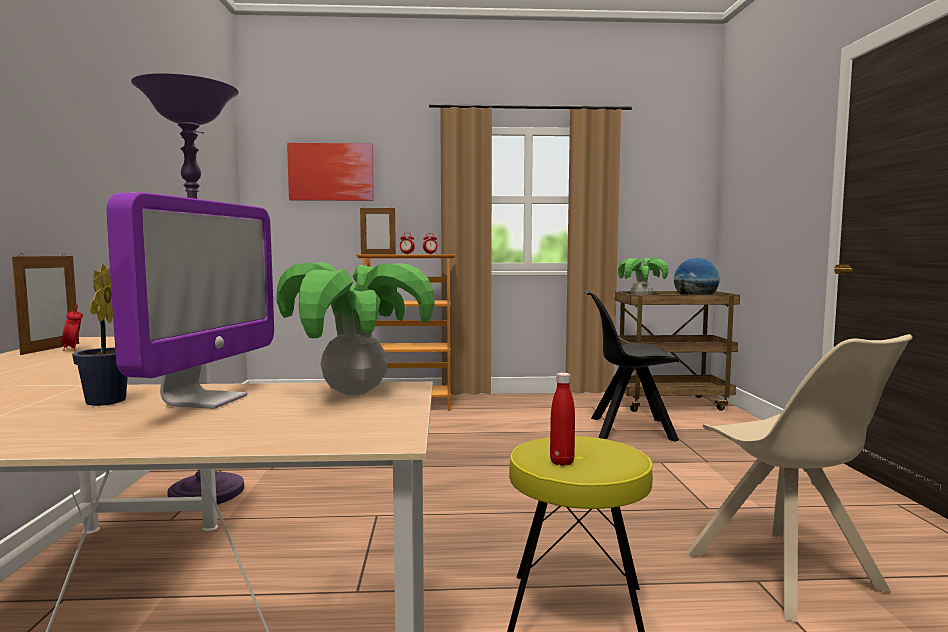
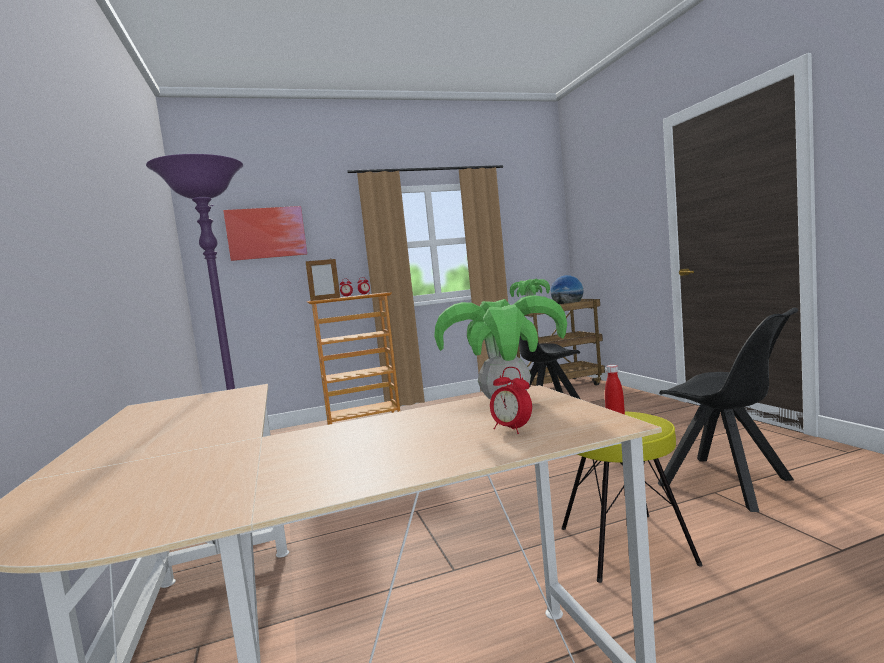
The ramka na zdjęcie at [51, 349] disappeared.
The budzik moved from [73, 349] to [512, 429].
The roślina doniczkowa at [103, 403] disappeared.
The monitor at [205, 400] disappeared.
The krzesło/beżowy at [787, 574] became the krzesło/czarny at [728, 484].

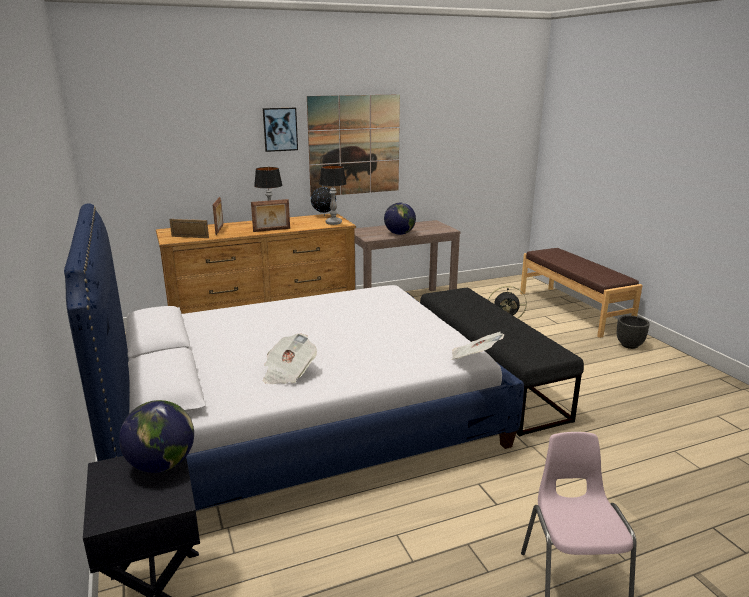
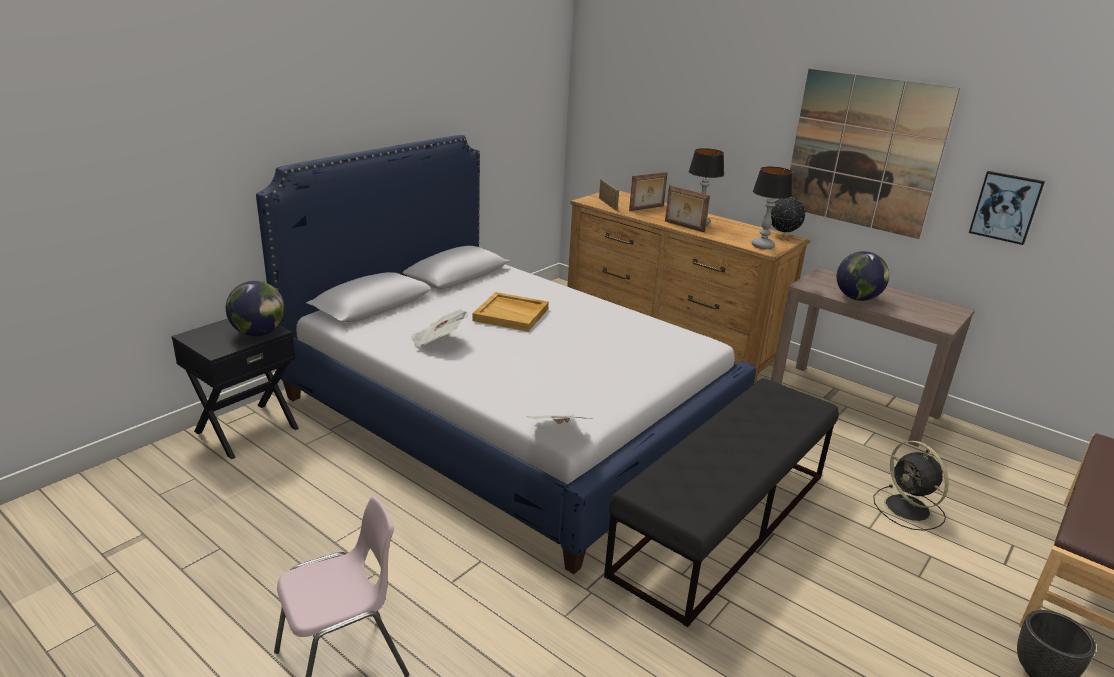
The obraz moved from [280, 129] to [1006, 207].
The taca/beżowy at [512, 314] appeared.

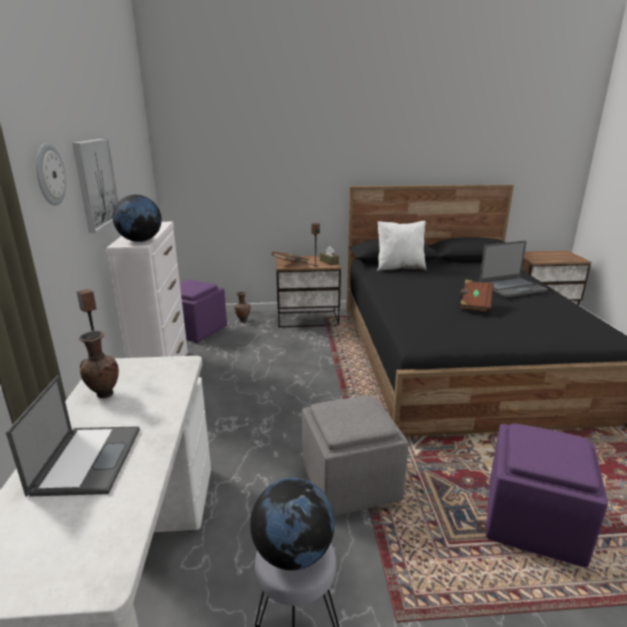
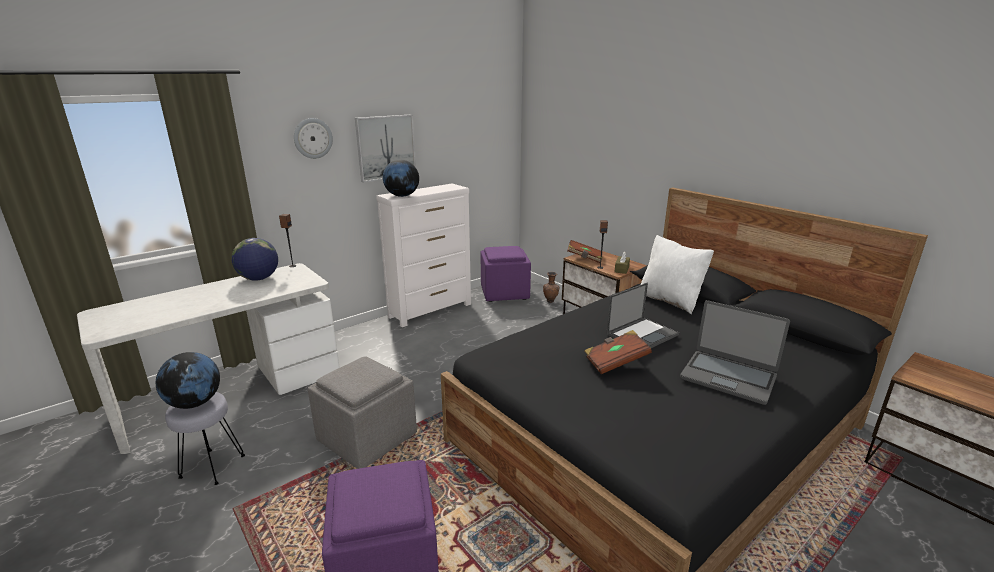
The laptop moved from [87, 459] to [642, 334].
The wazon/brązowy at [103, 394] was replaced by the globus at [259, 279].

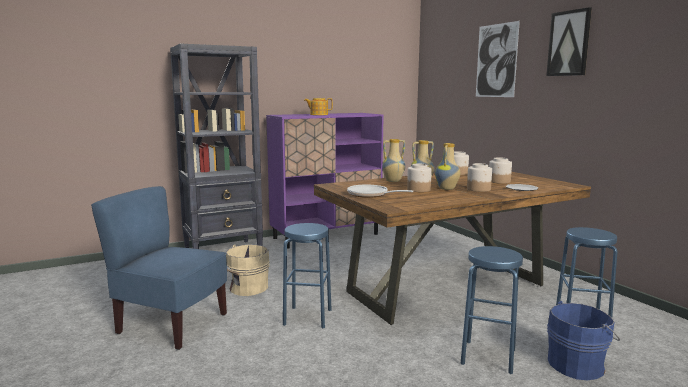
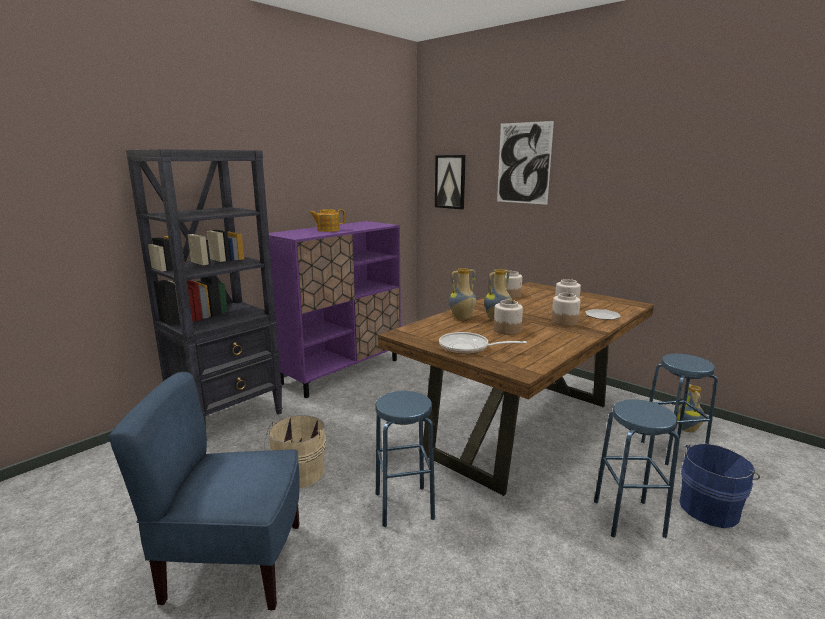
The wazon moved from [447, 189] to [688, 429].
The obraz moved from [569, 43] to [450, 182].

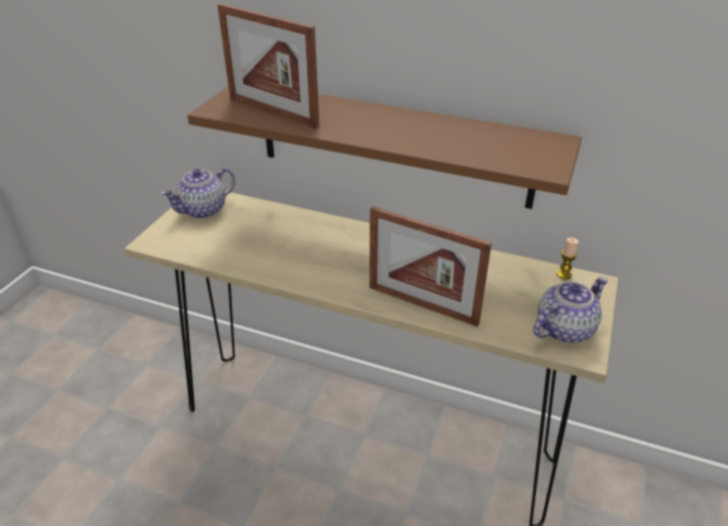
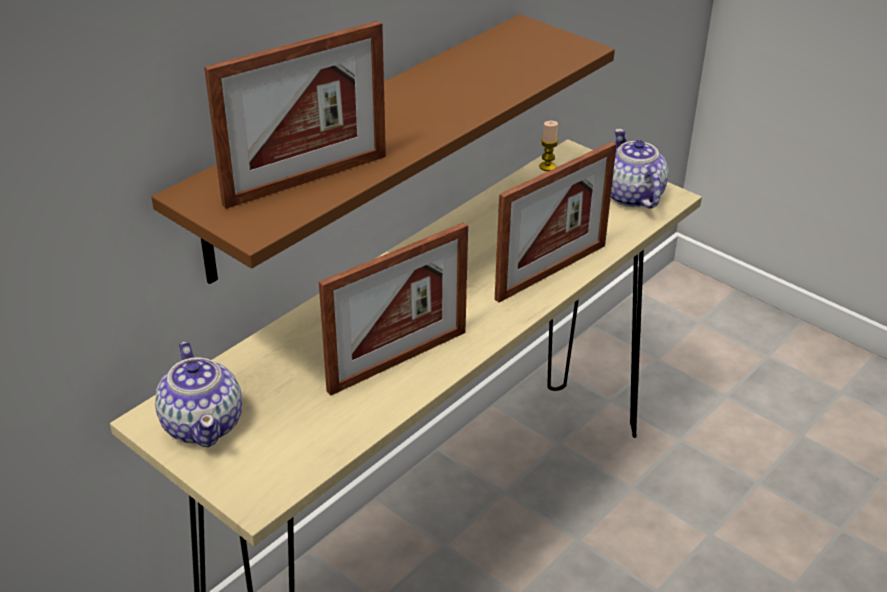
The ramka na zdjęcie at [398, 361] appeared.

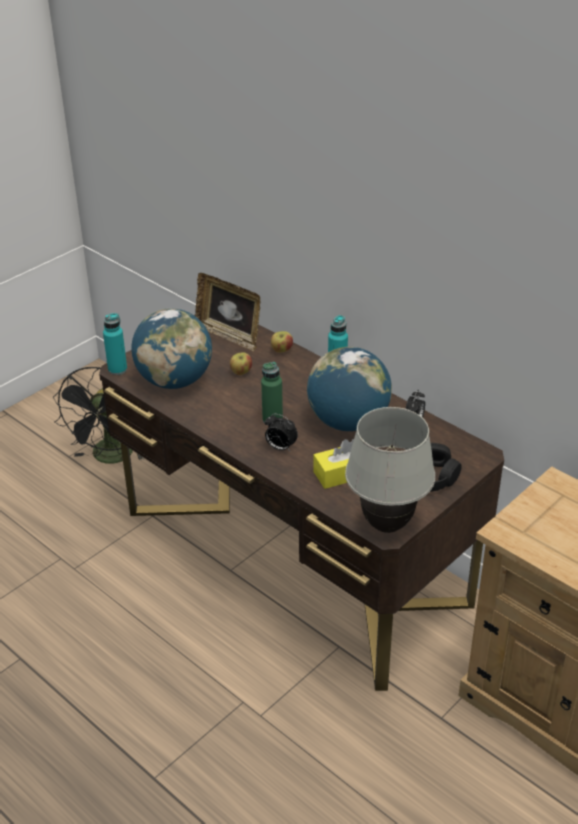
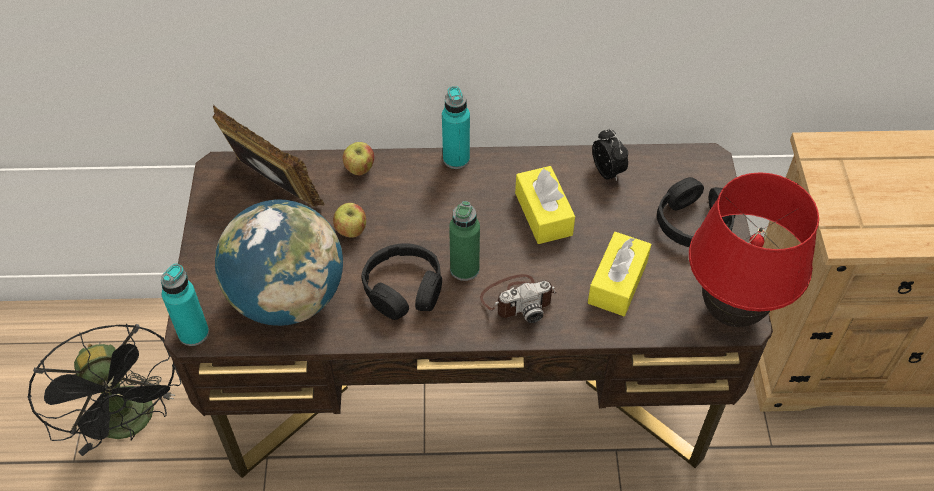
The ramka na zdjęcie at [229, 335] turned 135 degrees counterclockwise.
The budzik at [280, 448] was replaced by the aparat fotograficzny at [518, 299].
The globus at [348, 422] was replaced by the pudełko chusteczek/żółty at [543, 214].
The lampa stołowa/biały at [387, 524] became the lampa stołowa/czerwony at [730, 311].
The słuchawki/czarny at [403, 289] appeared.

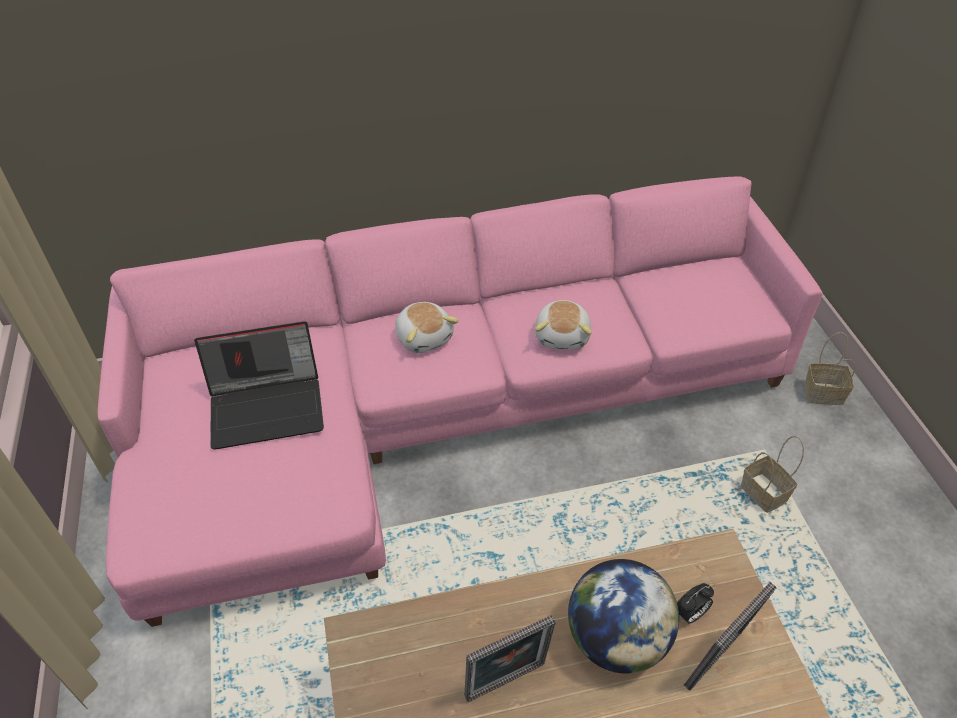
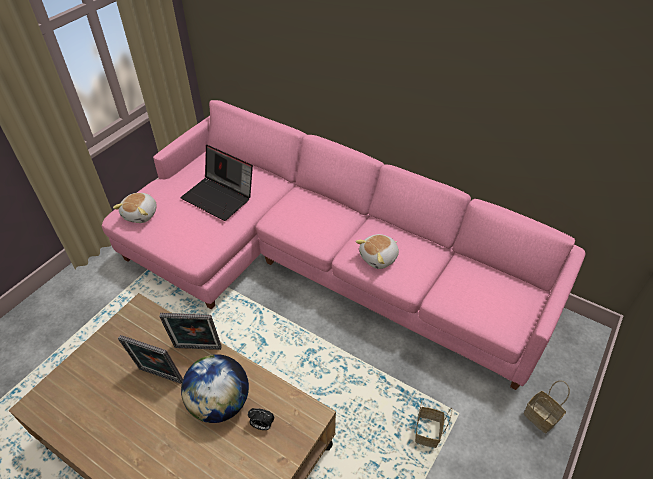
The pluszak moved from [425, 337] to [141, 214].
The ramka na zdjęcie moved from [717, 663] to [197, 349].

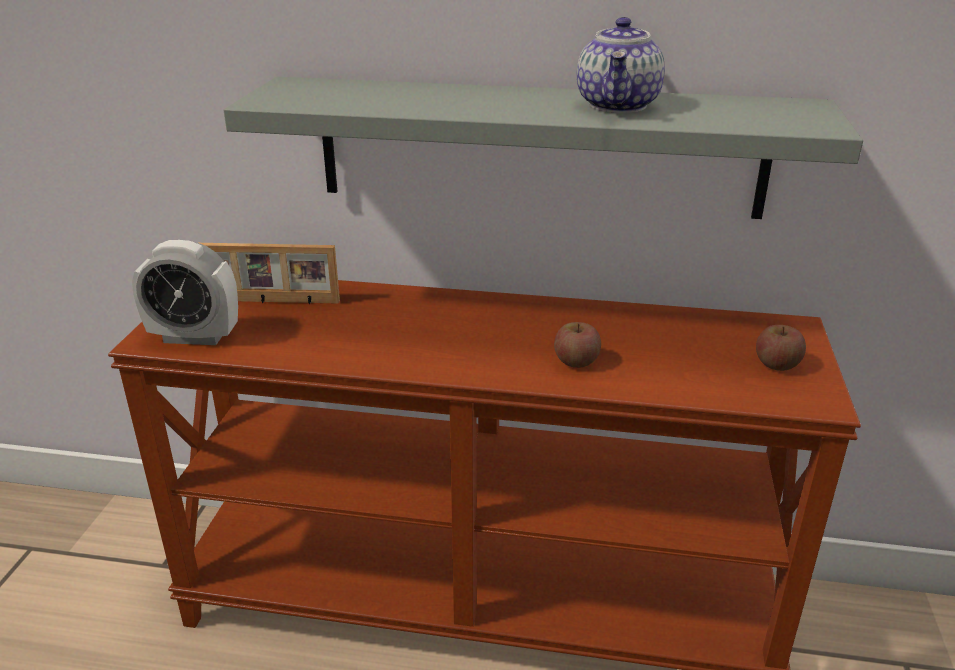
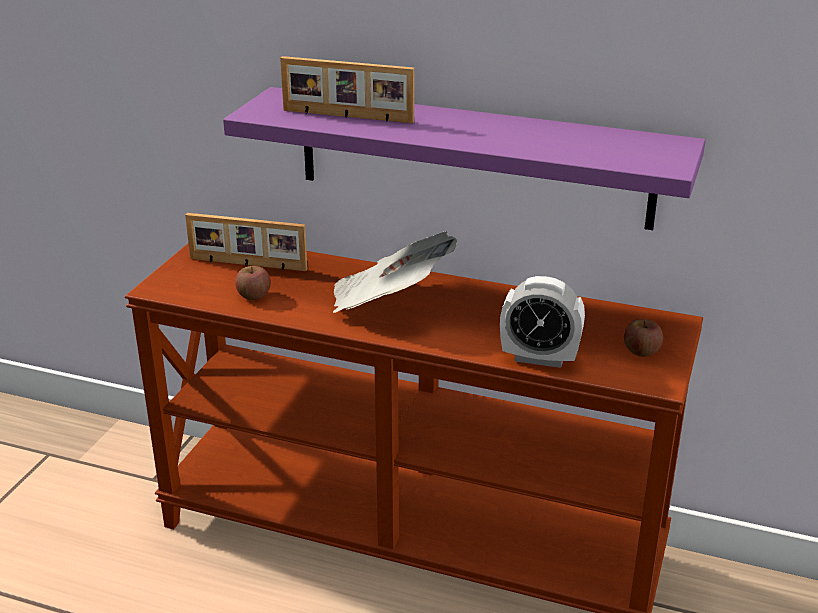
The budzik moved from [194, 337] to [539, 358].
The półka/szary at [539, 147] became the półka/fioletowy at [473, 157].
The jabłko moved from [576, 361] to [254, 295].
The imbryk at [619, 105] disappeared.
The ramka na zdjęcie at [347, 116] appeared.
The gazeta at [389, 302] appeared.

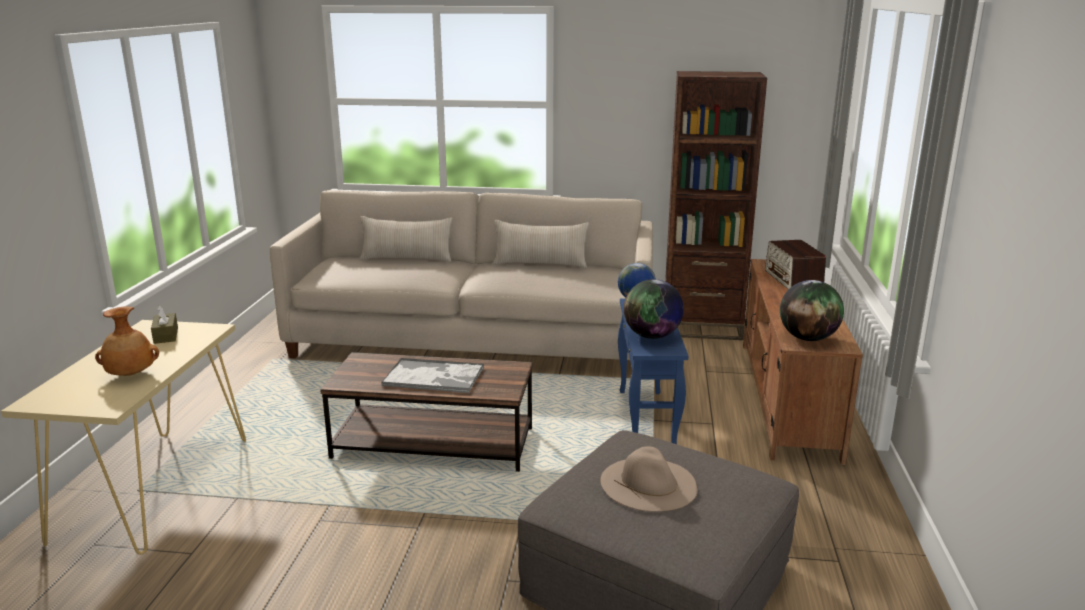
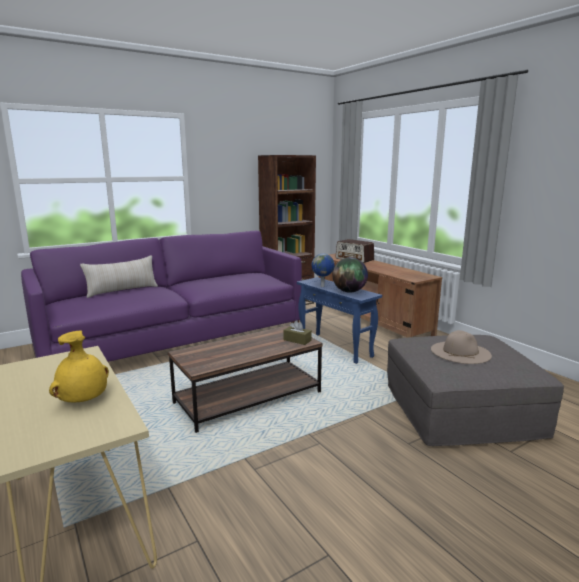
The wazon/brązowy at [130, 375] became the wazon/żółty at [84, 401].
The pudełko chusteczek/brązowy moved from [166, 335] to [297, 340].
The kanapa/beżowy at [474, 340] became the kanapa/fioletowy at [176, 340].
The taca at [434, 377] disappeared.
The poduszka/beżowy at [540, 264] disappeared.
The globus at [808, 338] disappeared.

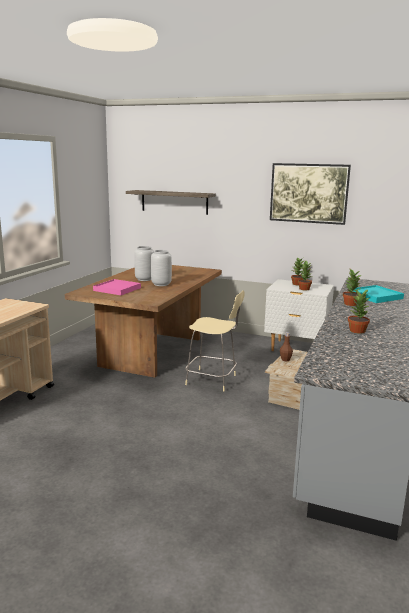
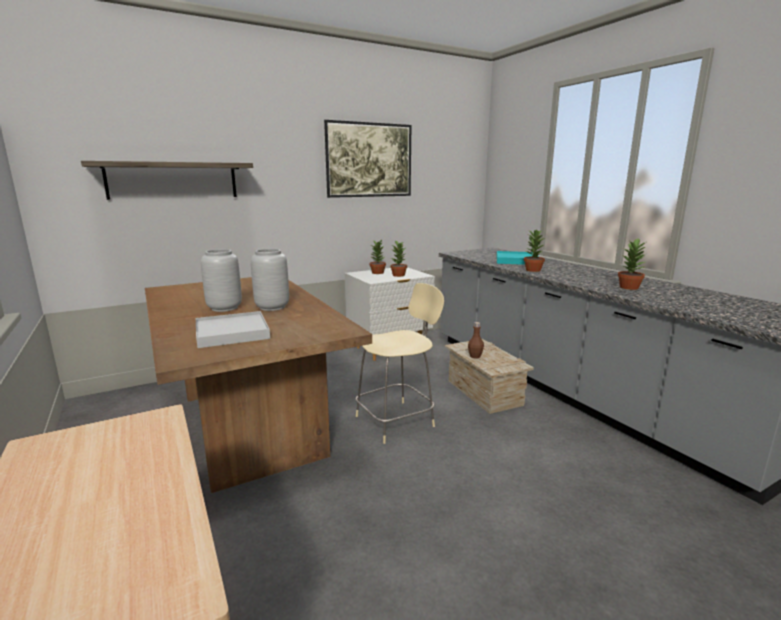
The taca/różowy at [117, 289] became the taca/biały at [232, 332].

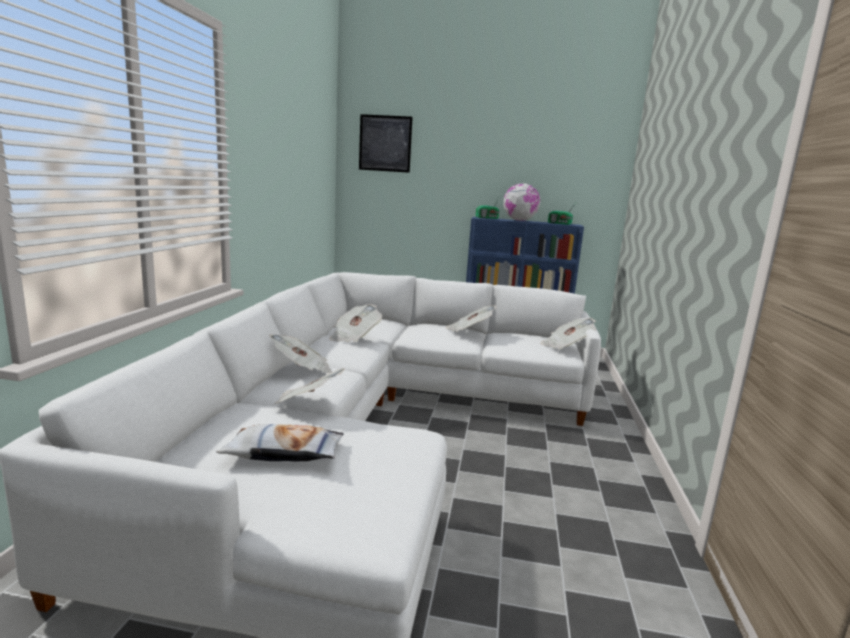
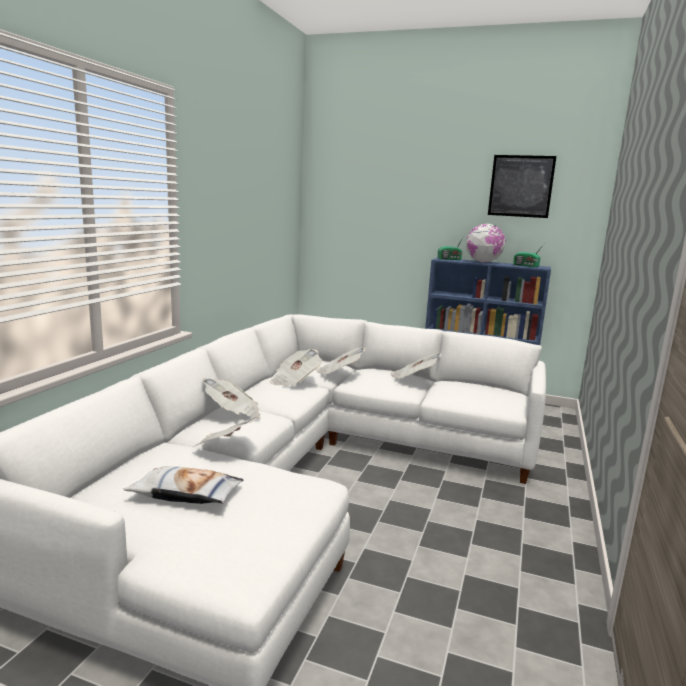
The obraz moved from [385, 143] to [521, 186].
The gazeta moved from [566, 346] to [339, 373].

